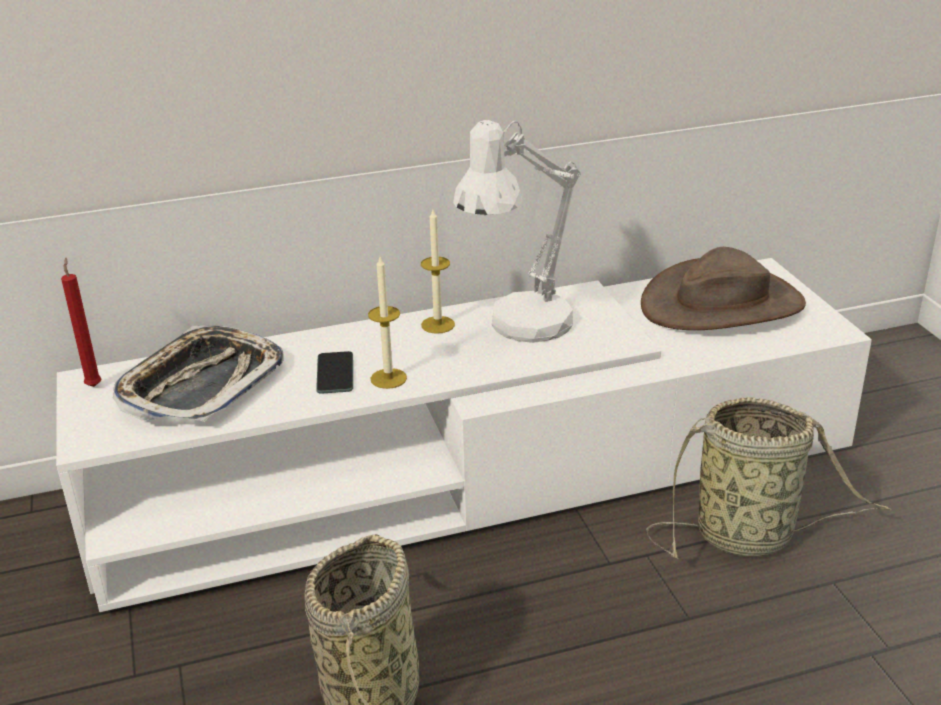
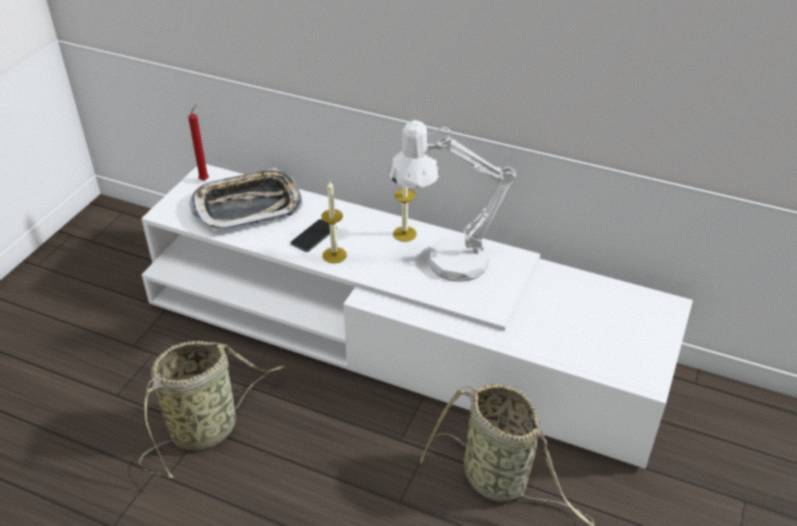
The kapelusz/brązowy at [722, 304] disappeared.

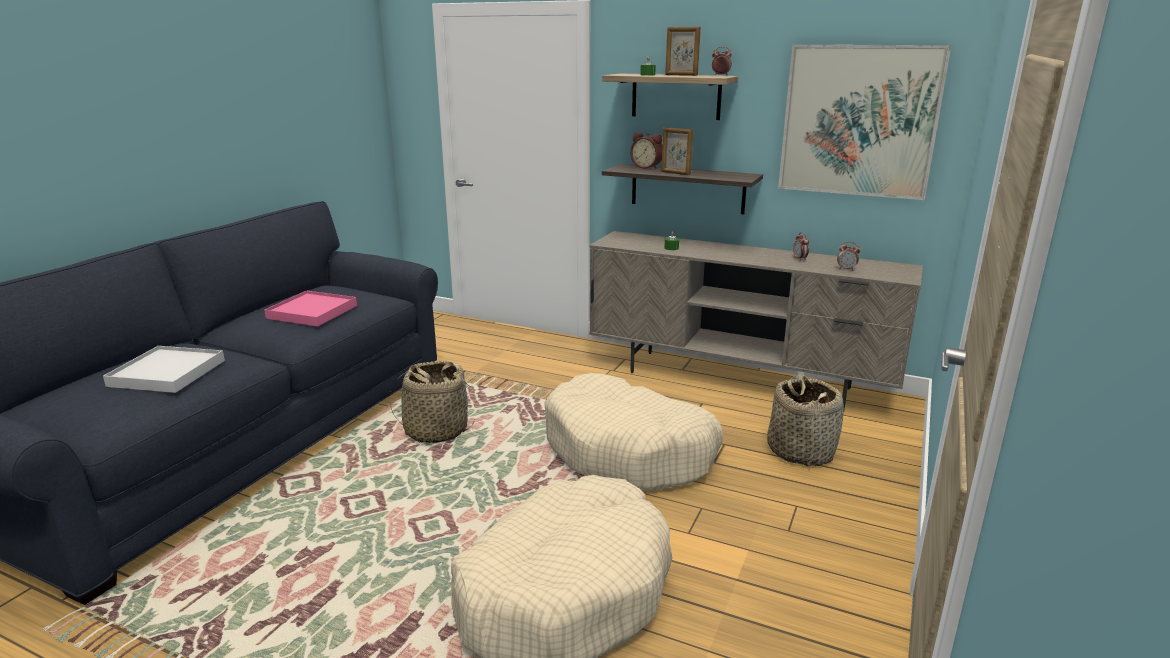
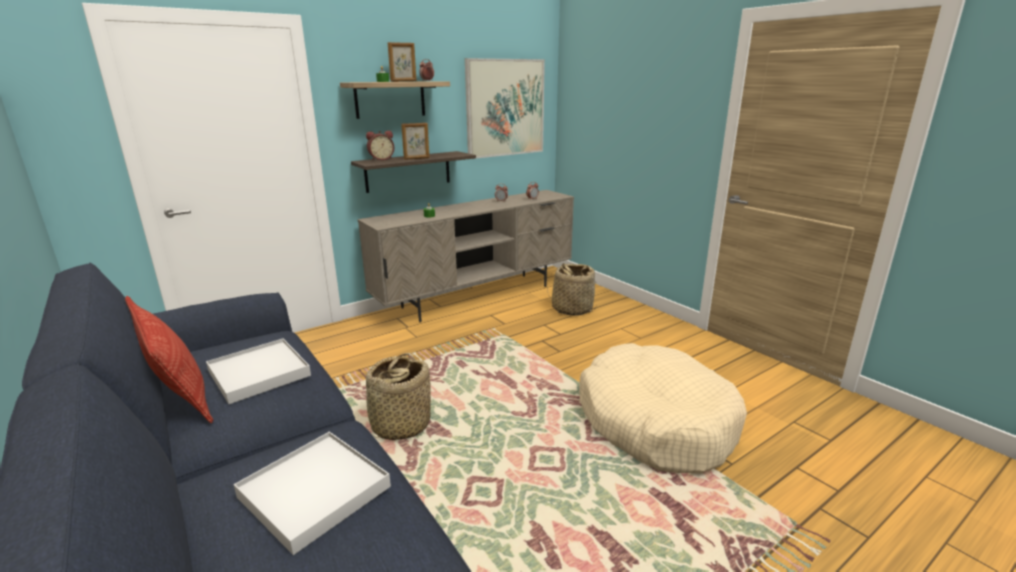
The taca/różowy at [312, 312] became the taca/biały at [259, 373].
The legowisko/beżowy at [629, 451] disappeared.
The poduszka at [179, 391] appeared.

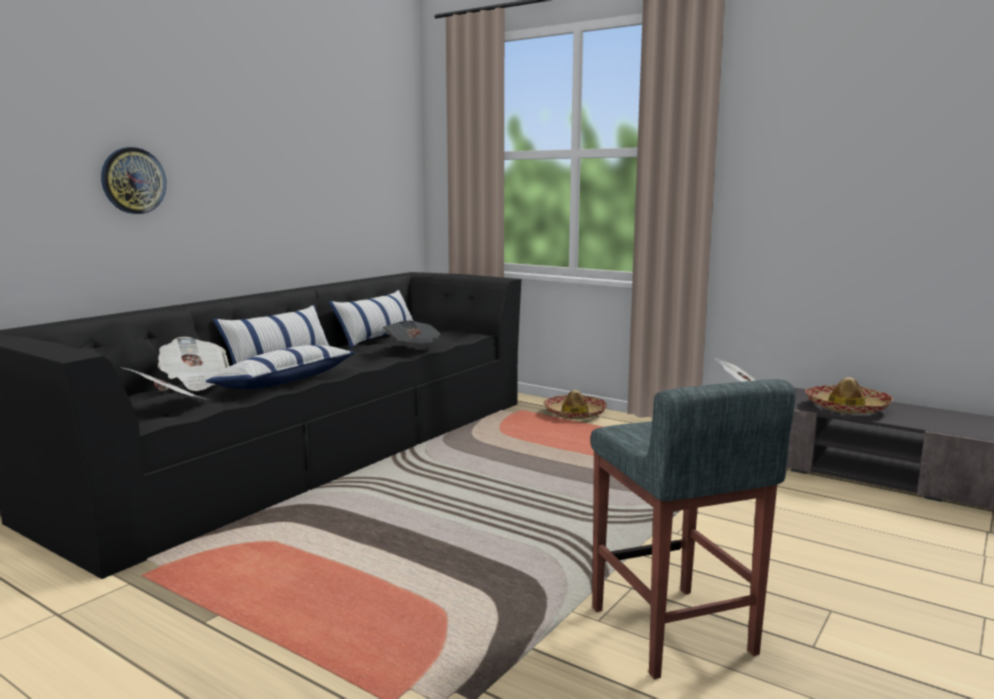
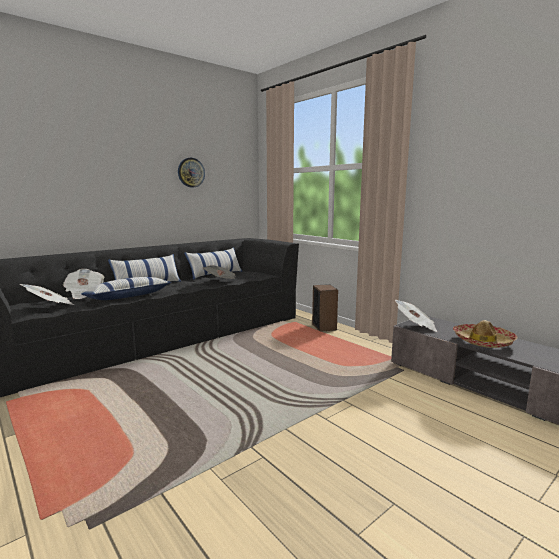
The zegar ścienny moved from [133, 180] to [191, 172].
The kapelusz at [574, 414] was replaced by the głośnik at [324, 327].
The stołek/szary at [672, 631] disappeared.

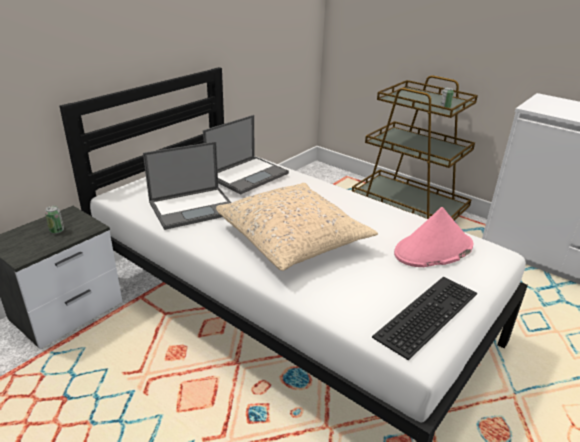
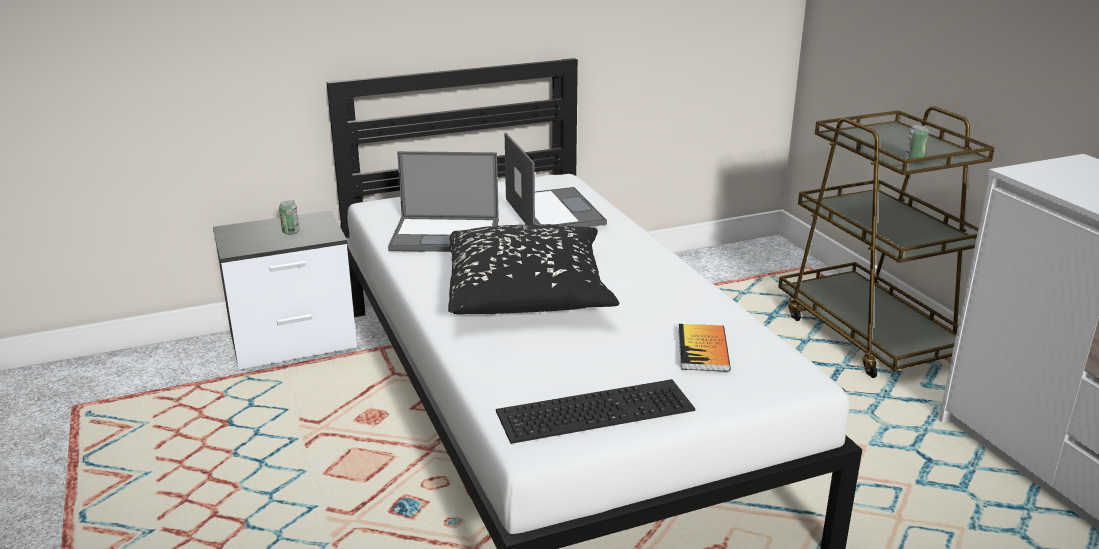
The laptop at [247, 175] turned 90 degrees counterclockwise.
The poduszka/beżowy at [293, 238] became the poduszka/czarny at [528, 293].
The kapelusz/różowy at [433, 250] was replaced by the książka at [703, 350].

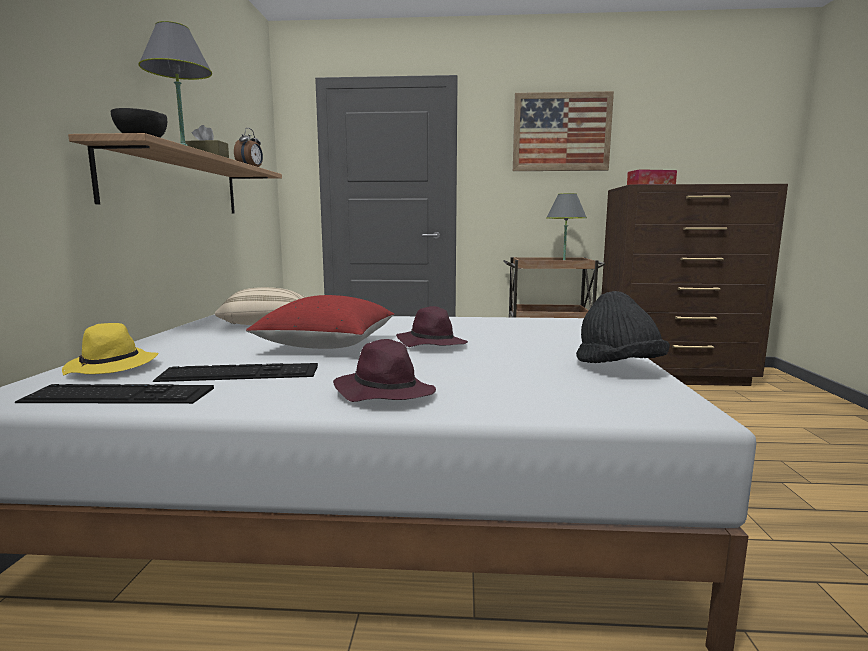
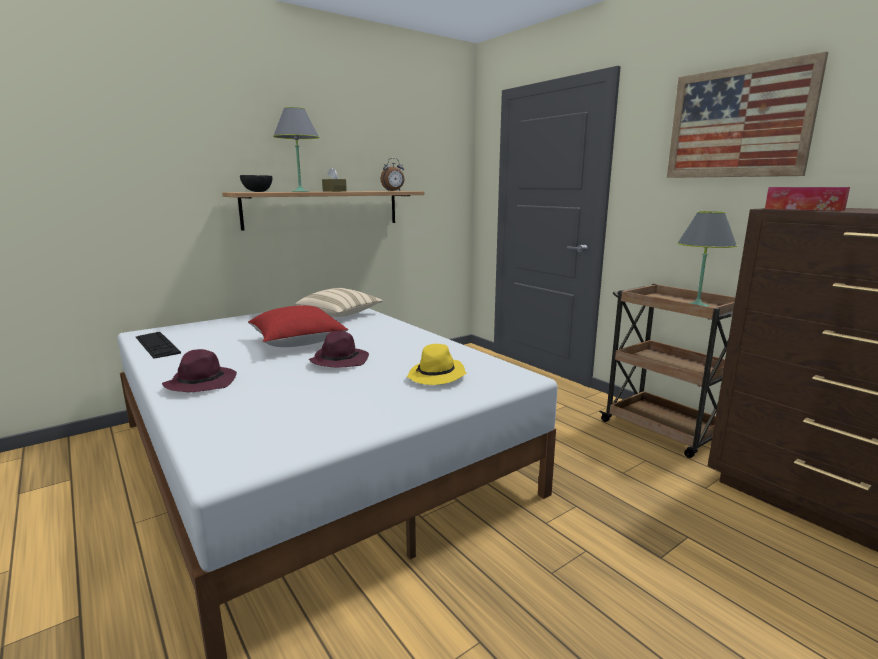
The kapelusz/żółty moved from [112, 367] to [437, 376].
The klawiatura at [239, 373] disappeared.
The kapelusz/czarny at [617, 368] disappeared.

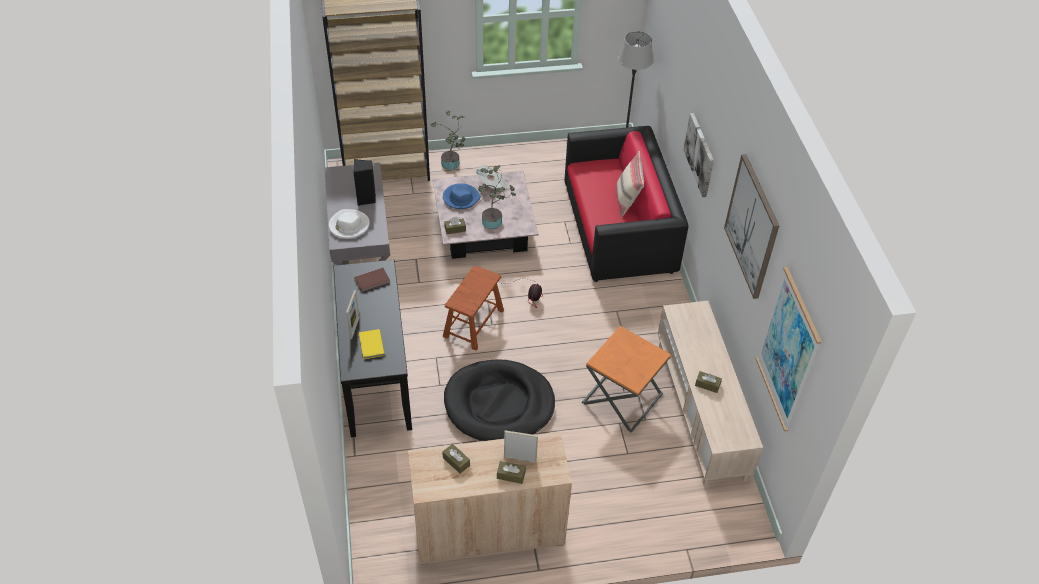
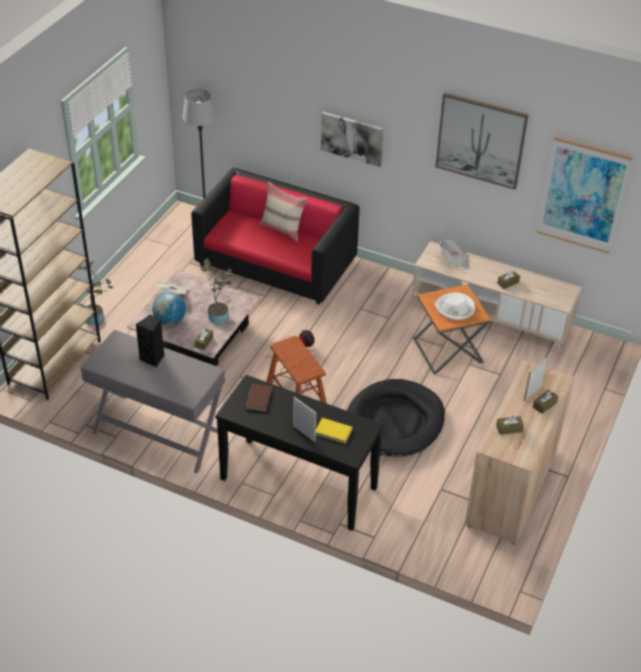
The kapelusz/biały moved from [348, 226] to [455, 308].
The kapelusz/niebieski at [461, 198] was replaced by the globus at [170, 321].
The gazeta at [454, 262] appeared.

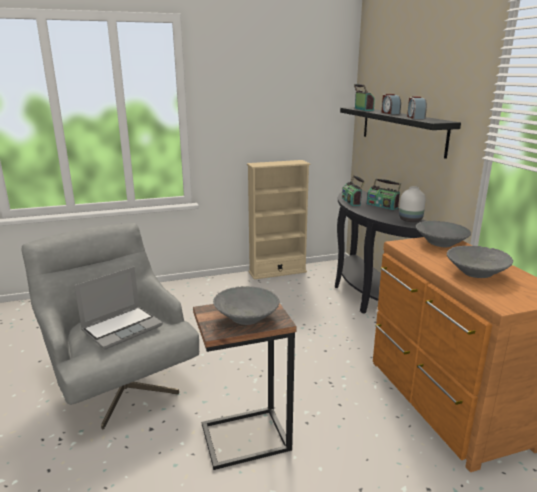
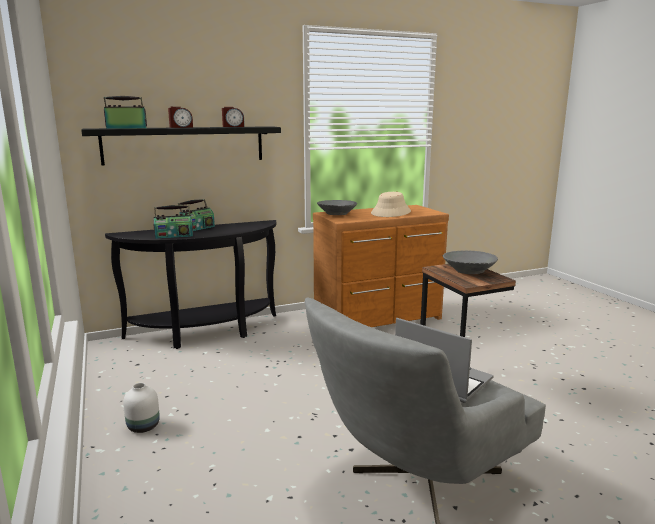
The regał/beżowy at [277, 272] disappeared.
The wazon/biały moved from [410, 220] to [142, 427].
The miska/szary at [476, 273] was replaced by the kapelusz/beżowy at [391, 212].

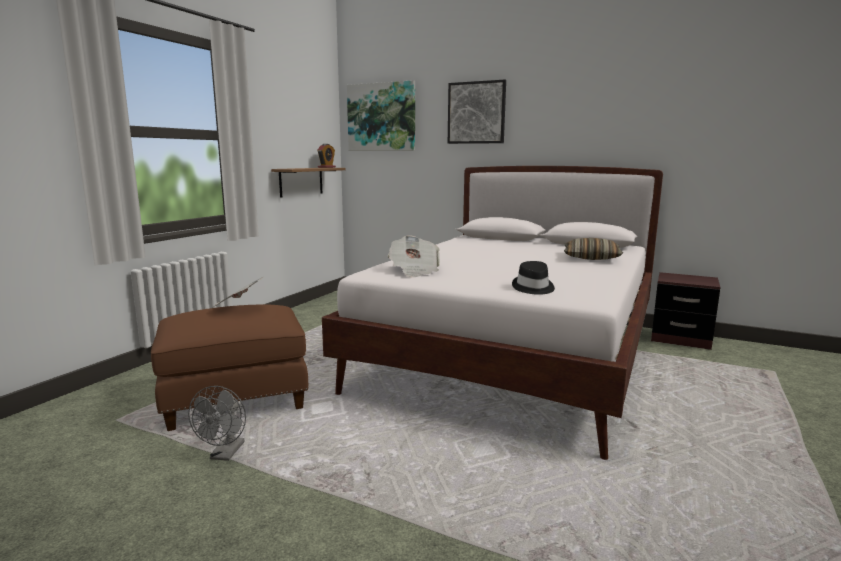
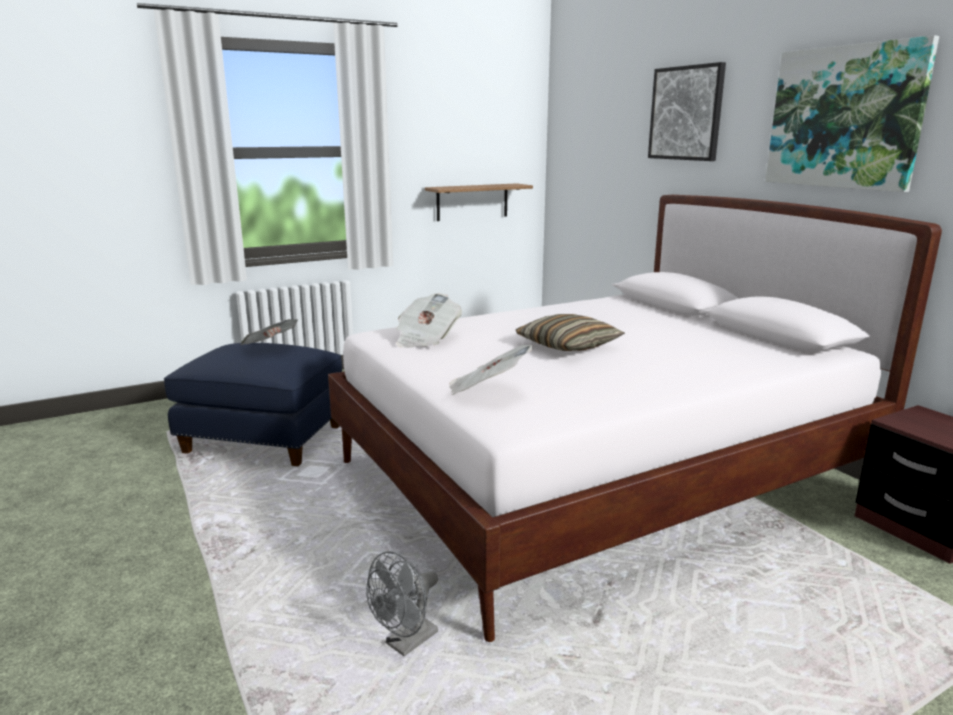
The pufa/brązowy at [236, 398] became the pufa/niebieski at [265, 439].
The wentylator/szary moved from [225, 454] to [406, 643].
The budzik at [326, 167] disappeared.
The obraz moved from [381, 117] to [845, 117].
The kapelusz/czarny at [533, 288] was replaced by the gazeta at [487, 391].
The poduszka moved from [591, 258] to [568, 345].

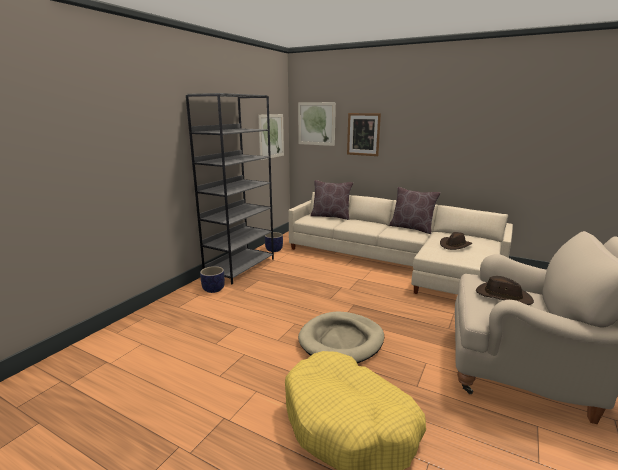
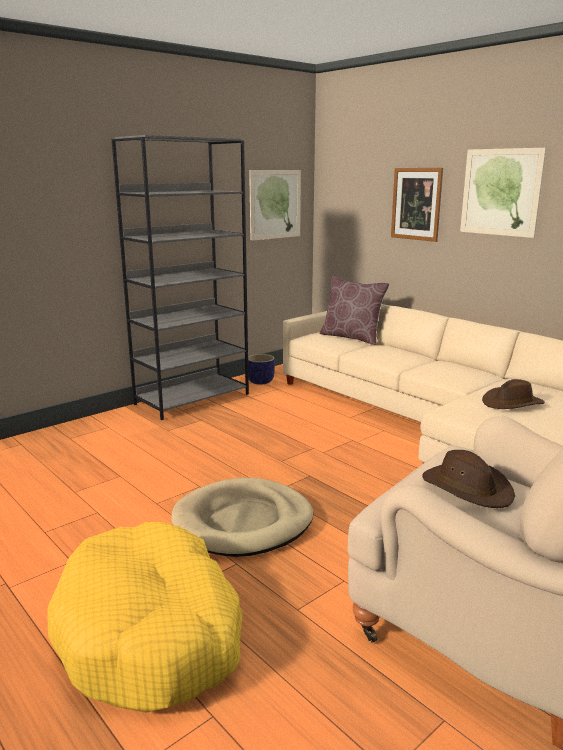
The donica at [213, 289] disappeared.
The obraz moved from [316, 123] to [500, 192].
The poduszka/brązowy at [412, 228] disappeared.

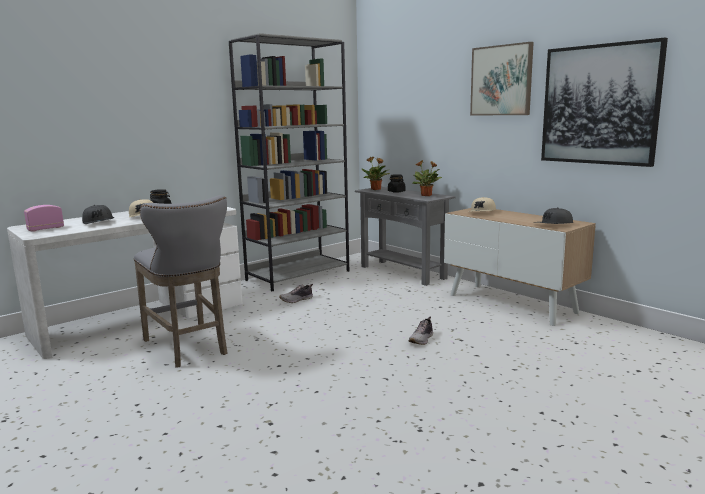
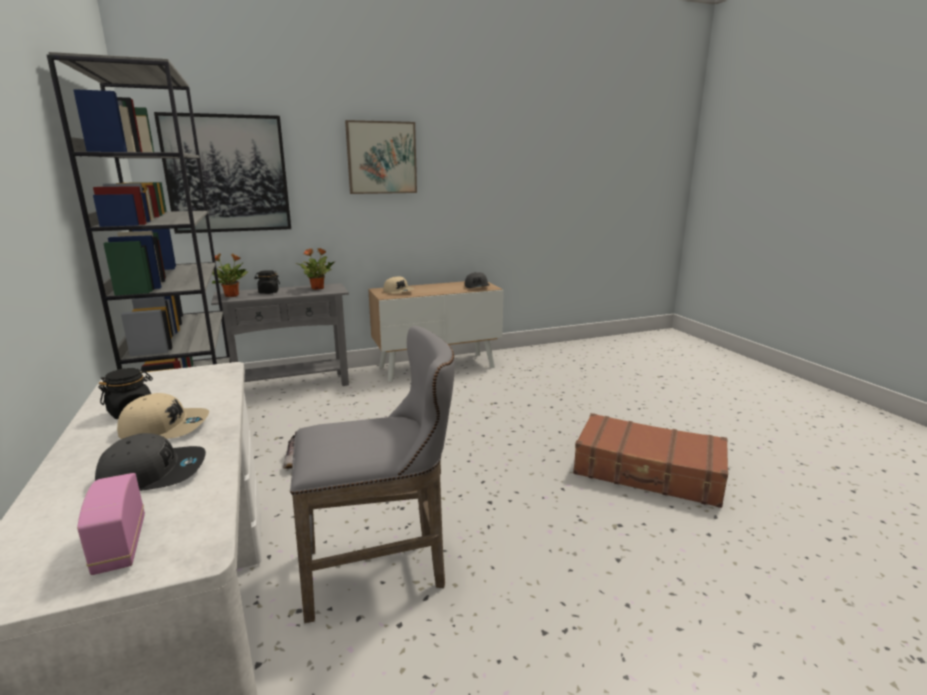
The but at [422, 339] disappeared.
The obraz moved from [599, 105] to [227, 174].
The walizka/brązowy at [648, 473] appeared.

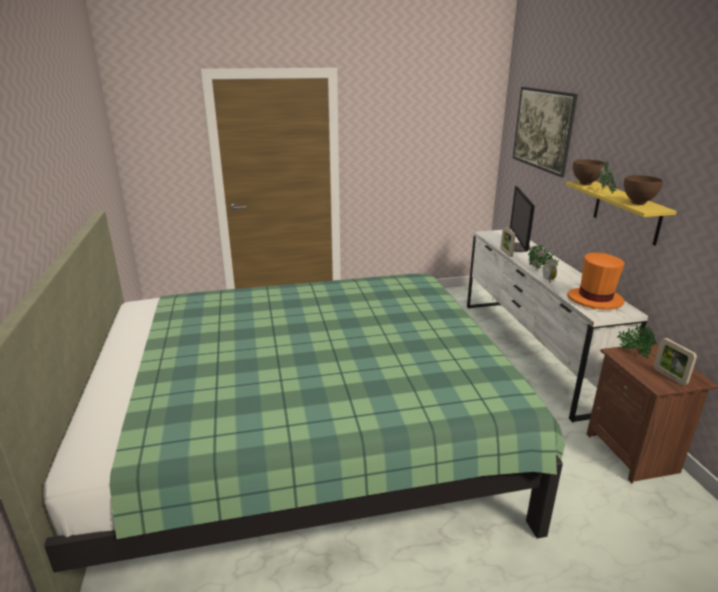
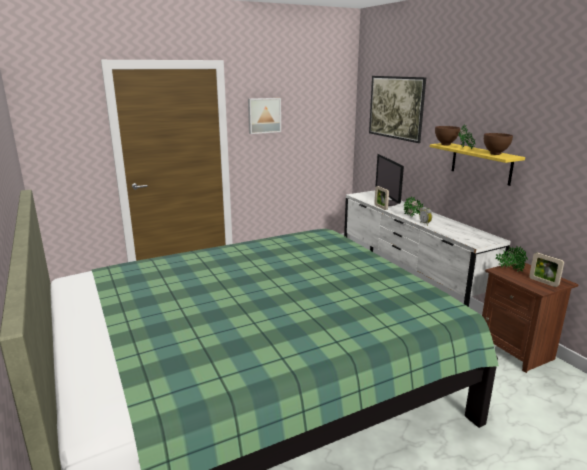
The kapelusz/pomarańczowy at [594, 300] disappeared.
The obraz at [264, 115] appeared.

